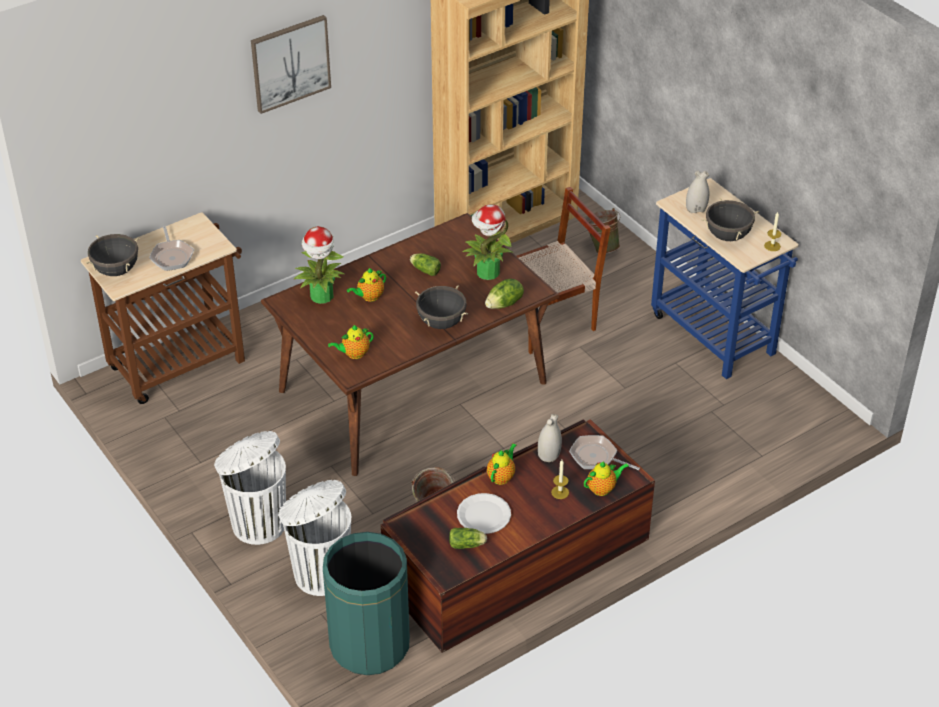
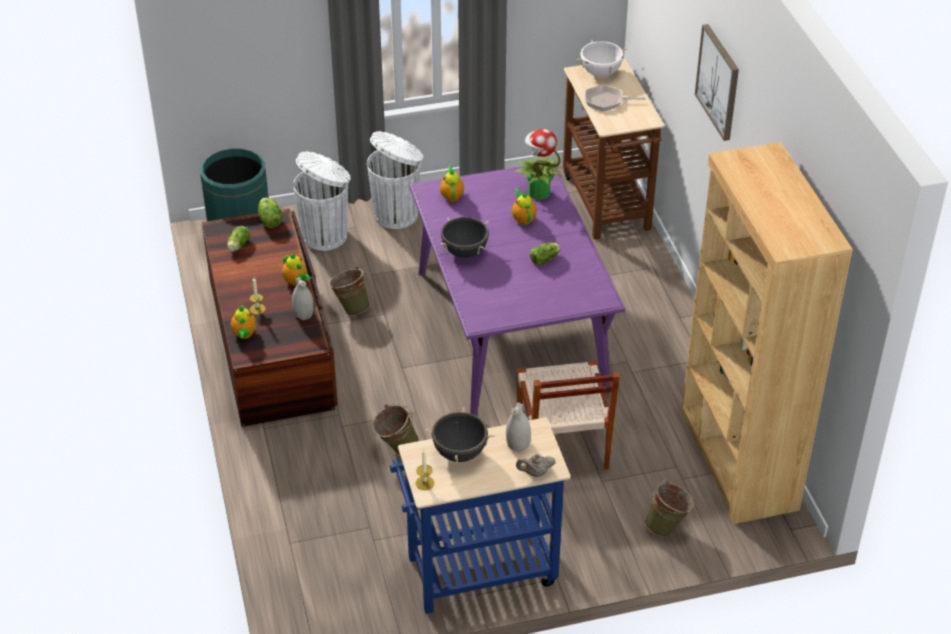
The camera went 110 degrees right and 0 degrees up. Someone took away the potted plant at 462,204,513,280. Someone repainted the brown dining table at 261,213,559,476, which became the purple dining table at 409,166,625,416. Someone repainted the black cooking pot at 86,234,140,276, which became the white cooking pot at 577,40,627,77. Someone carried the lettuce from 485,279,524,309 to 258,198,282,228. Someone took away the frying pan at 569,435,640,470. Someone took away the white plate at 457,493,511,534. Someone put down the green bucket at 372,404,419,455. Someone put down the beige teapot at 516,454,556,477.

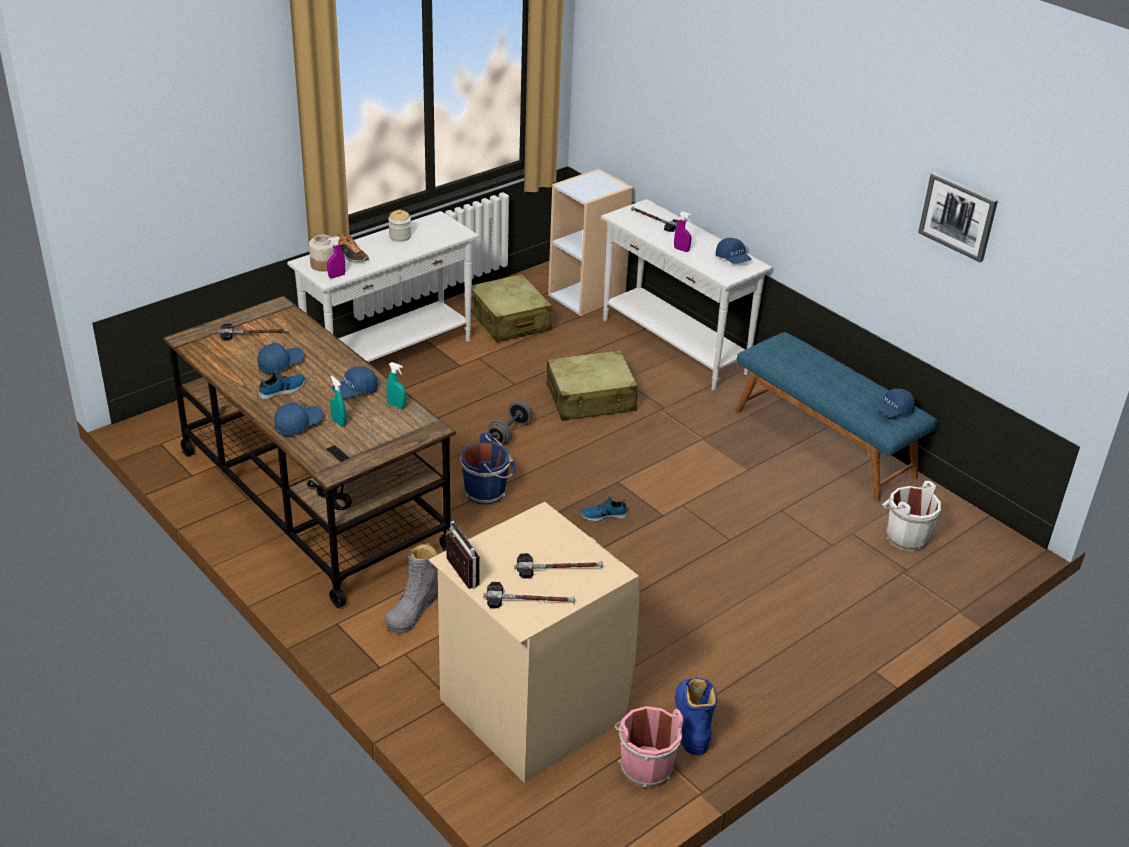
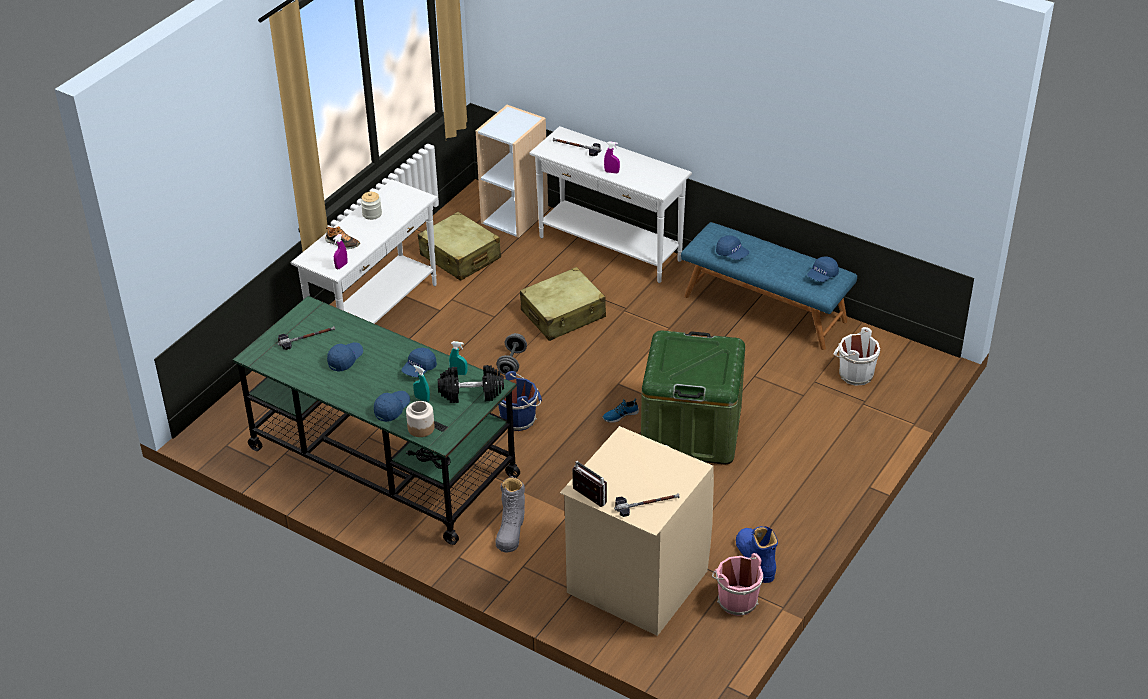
The camera went 15 degrees left and 5 degrees up. Someone took away the picture at 918,172,998,262. Someone carried the jar from 309,235,334,271 to 406,401,435,437. Someone carried the blue cap from 715,238,751,264 to 716,235,749,260. Someone repainted the brown desk at 163,296,456,608, which became the green desk at 233,296,520,545. Someone took away the shoe at 258,369,305,400. Someone took away the hammer at 514,553,603,579. Someone put down the green storage box at 641,330,745,464. Someone put down the black dumbbell at 438,365,504,403.

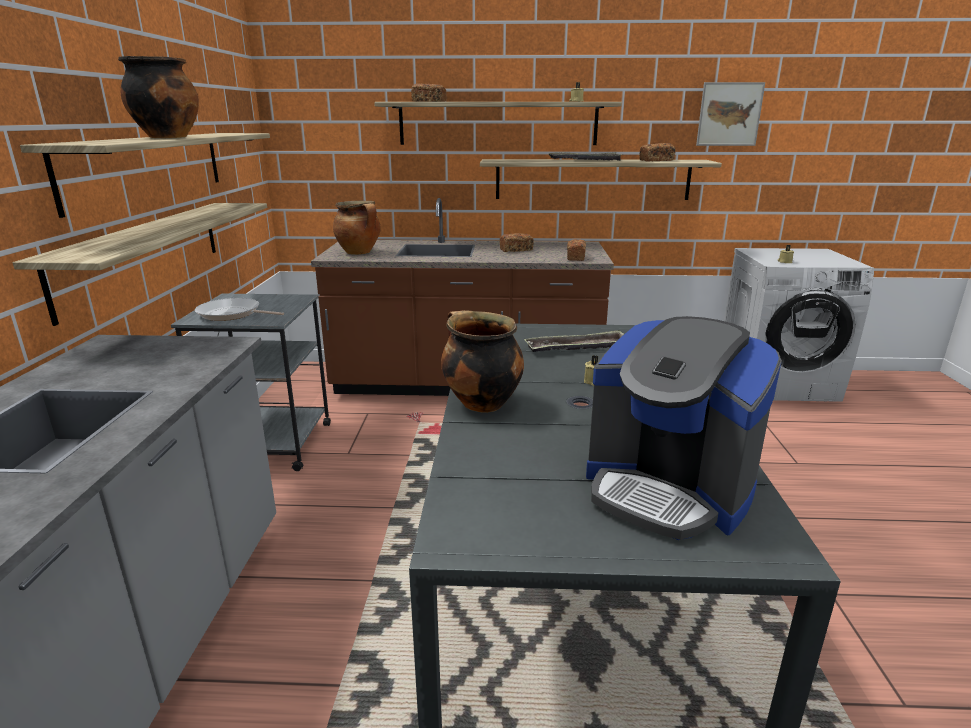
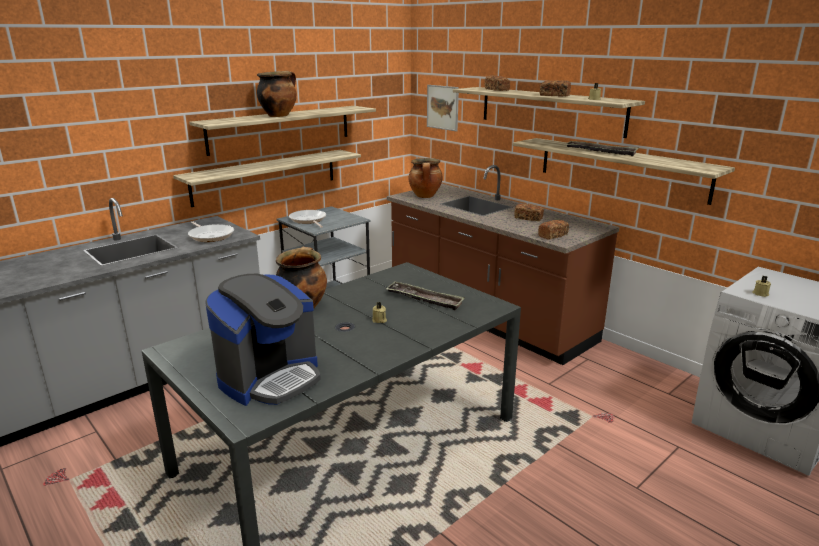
The camera went 45 degrees right and 0 degrees up. Someone carried the picture from 696,82,765,146 to 427,85,459,131. Someone carried the bread from 639,143,675,162 to 540,80,571,96. Someone rotated the coffee machine at 586,316,782,540 by 135 degrees counterclockwise. Someone put down the frying pan at 188,222,234,242.

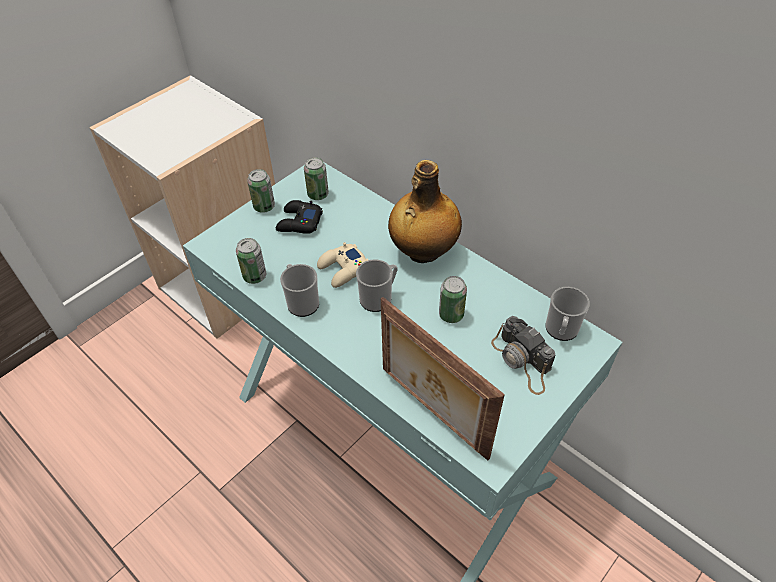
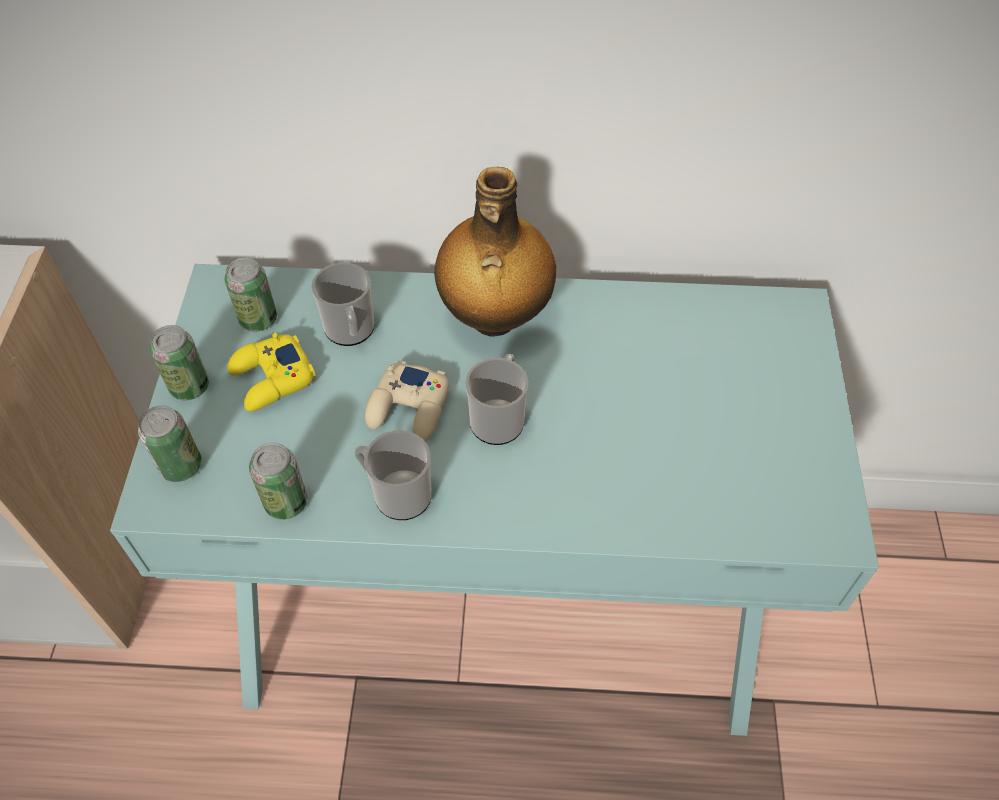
The camera went 40 degrees left and 5 degrees up. Someone repainted the black game controller at 276,200,323,234, which became the yellow game controller at 227,332,316,411. Someone carried the can from 439,276,467,323 to 138,405,202,482. Someone carried the mug from 545,287,590,341 to 312,262,375,346. Someone took away the picture frame at 381,297,505,460. Someone took away the photo camera at 491,316,555,395.

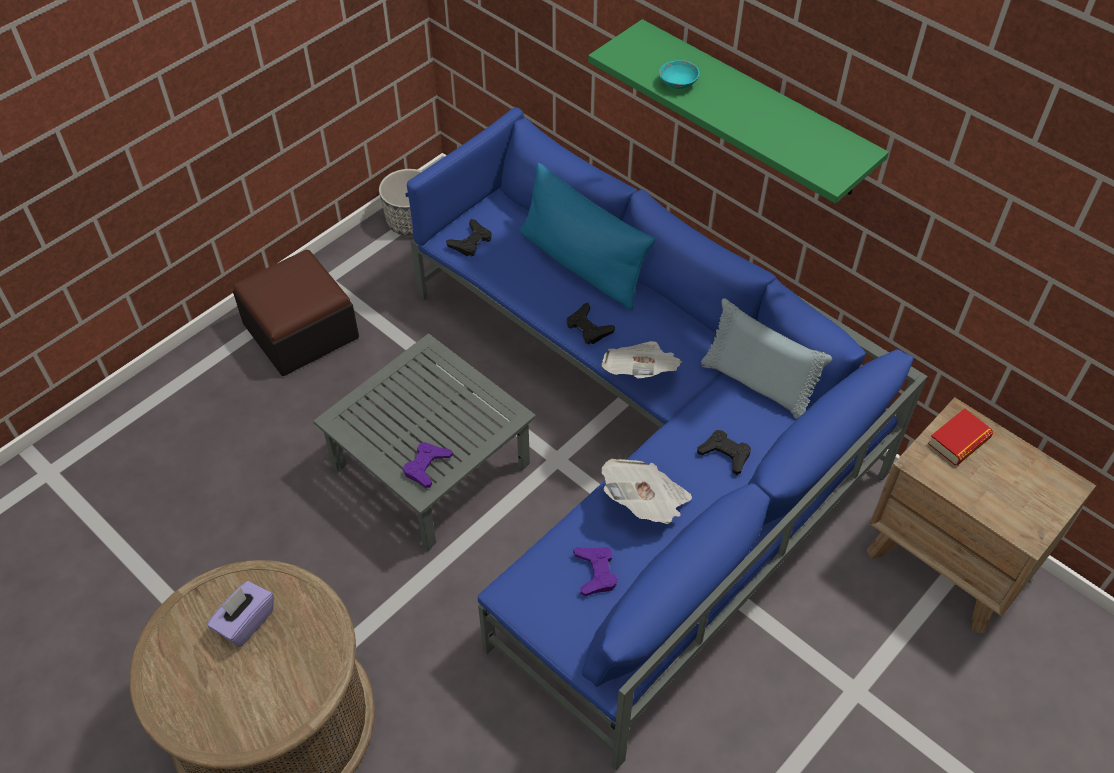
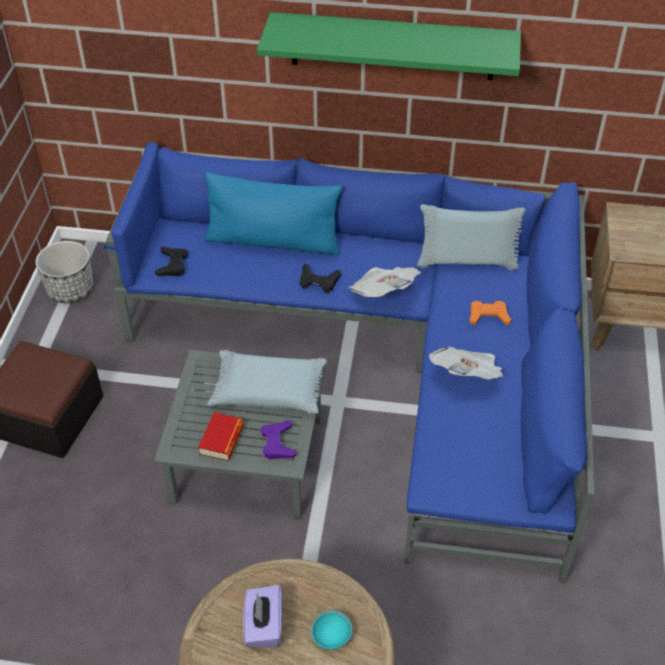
The camera went 35 degrees left and 5 degrees down. Someone carried the turquoise bowl from 659,60,699,89 to 311,611,352,650. Someone carried the book from 928,408,993,465 to 198,412,244,461. Someone repainted the black game controller at 697,430,751,475, which became the orange game controller at 469,301,511,325. Someone took away the purple game controller at 573,547,618,596. Someone put down the blue pillow at 207,350,327,414.

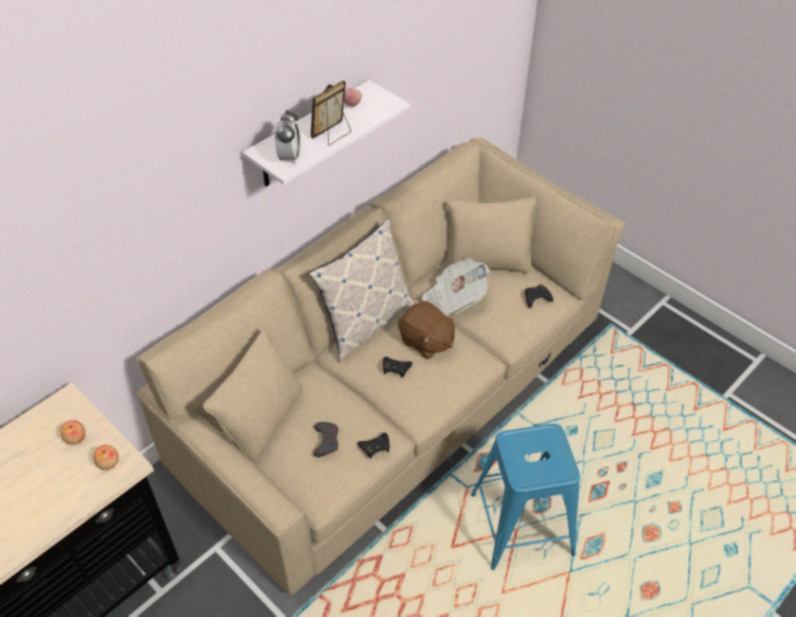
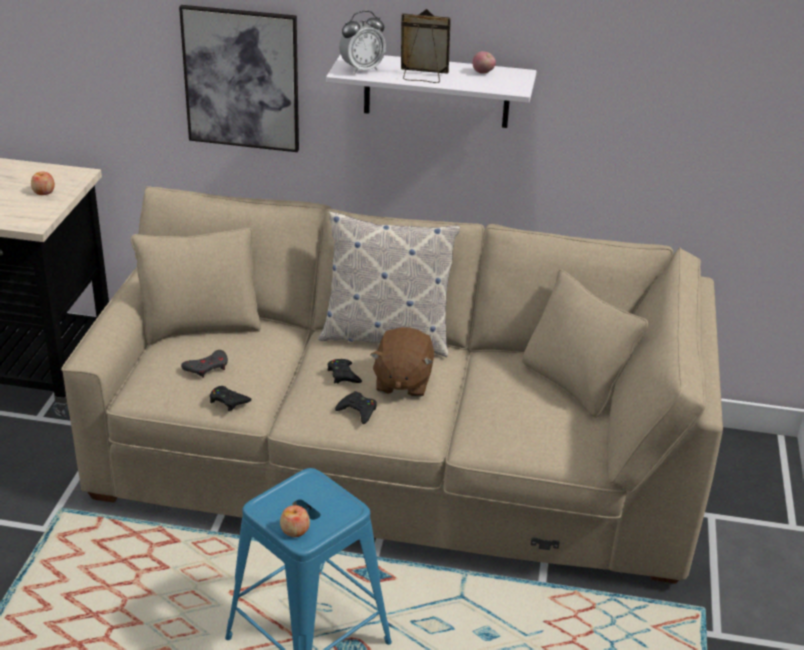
The camera went 55 degrees right and 15 degrees down. Someone took away the newspaper at 422,258,490,316. Someone carried the black game controller from 525,285,553,308 to 335,391,377,424. Someone carried the apple from 93,445,119,470 to 280,505,310,537. Someone put up the picture at 179,5,299,152.

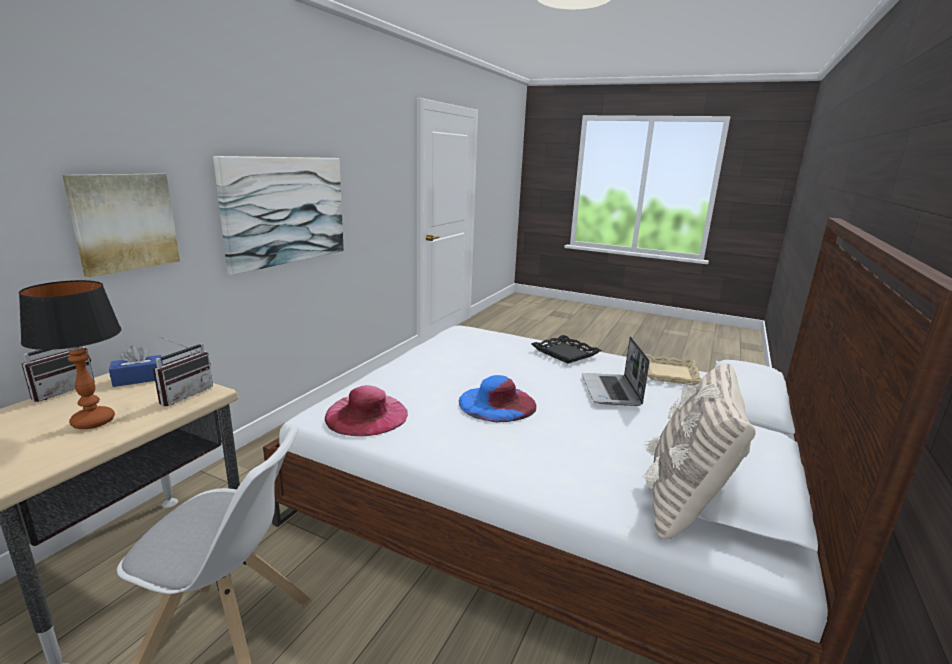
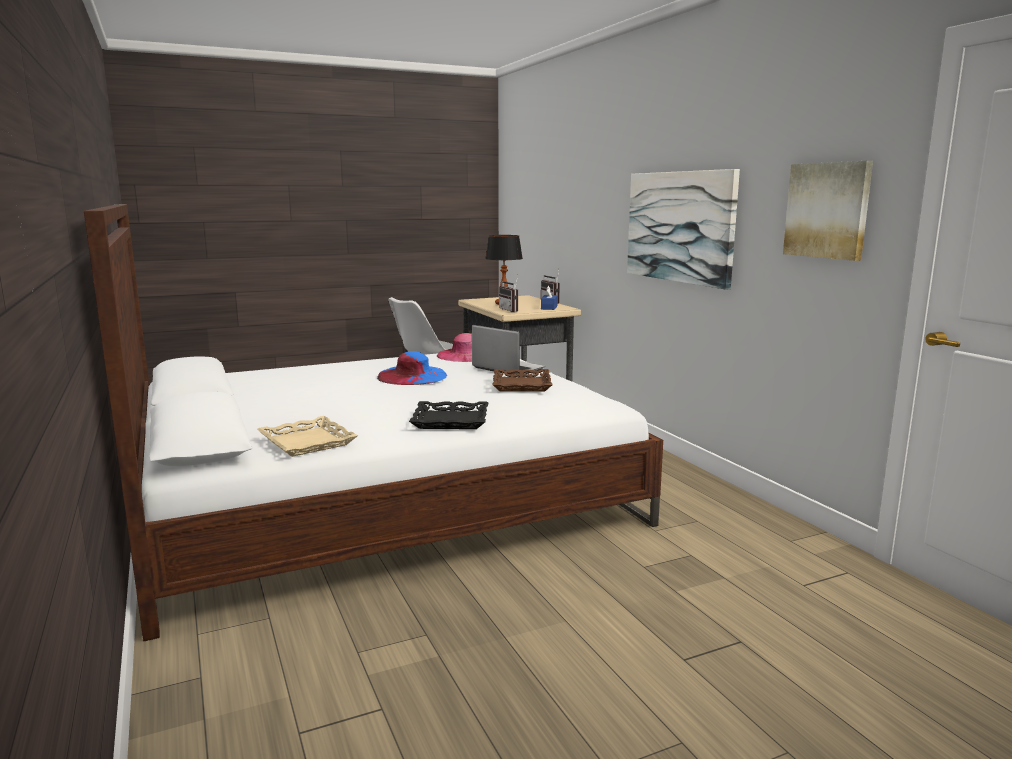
The camera went 130 degrees right and 5 degrees down. Someone carried the picture from 62,173,180,277 to 783,161,873,261. Someone carried the laptop from 582,336,650,406 to 472,325,545,375. Someone took away the beige pillow at 642,364,756,540. Someone put down the brown tray at 492,369,552,391.

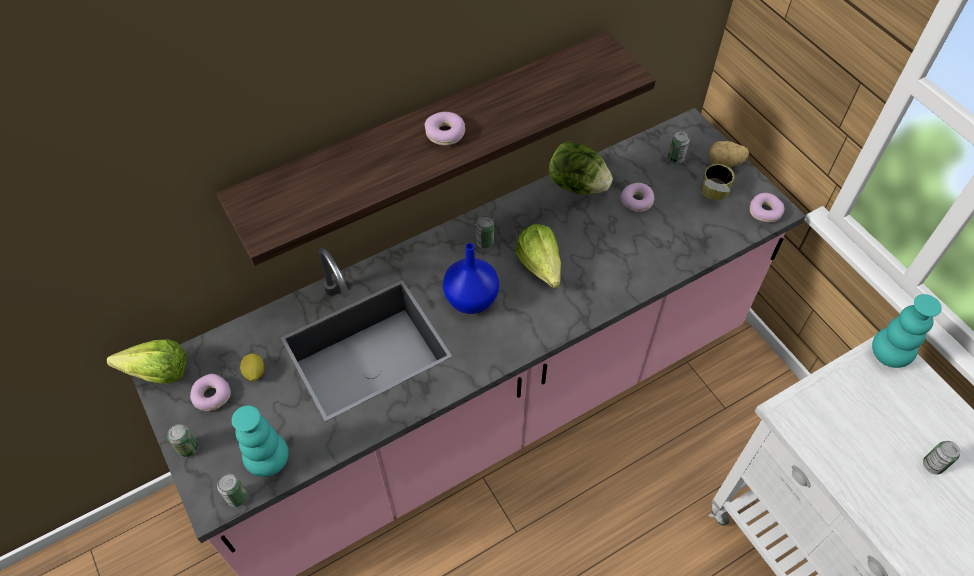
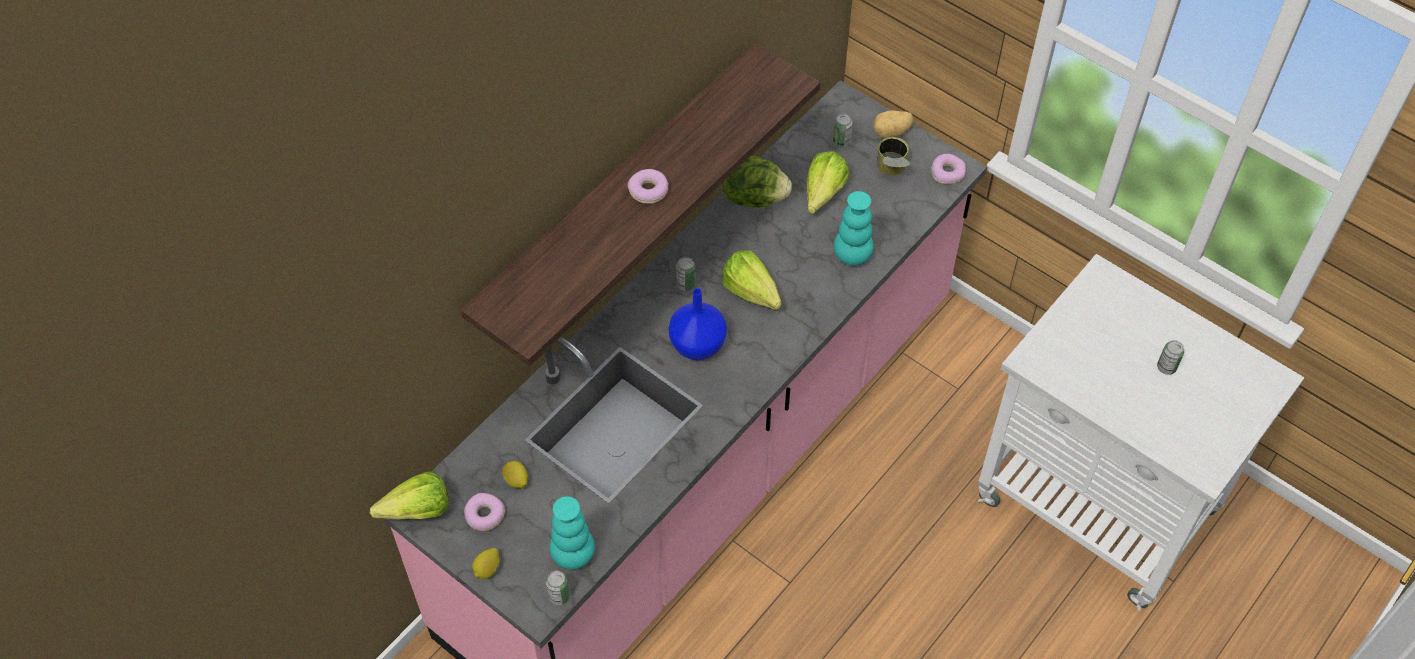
The camera went 20 degrees left and 0 degrees up. Someone swapped the donut at 620,183,654,212 for the lettuce at 806,151,850,214. Someone carried the turquoise vase from 872,294,942,368 to 834,191,874,266. Someone swapped the can at 167,424,198,457 for the lemon at 472,548,500,579.

